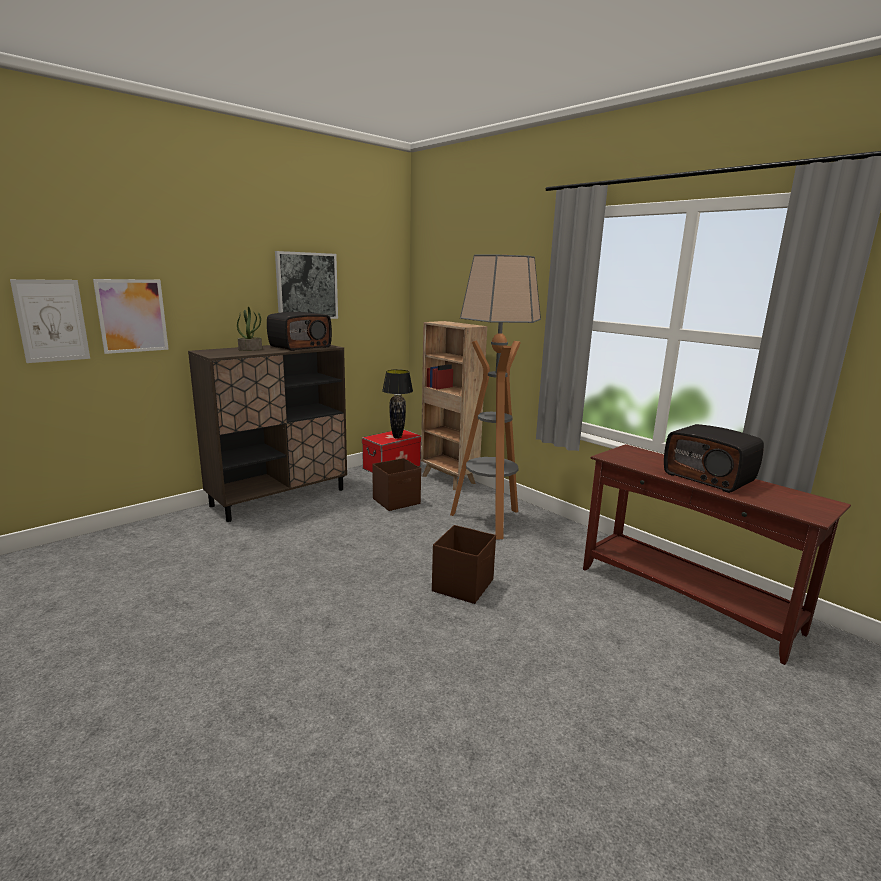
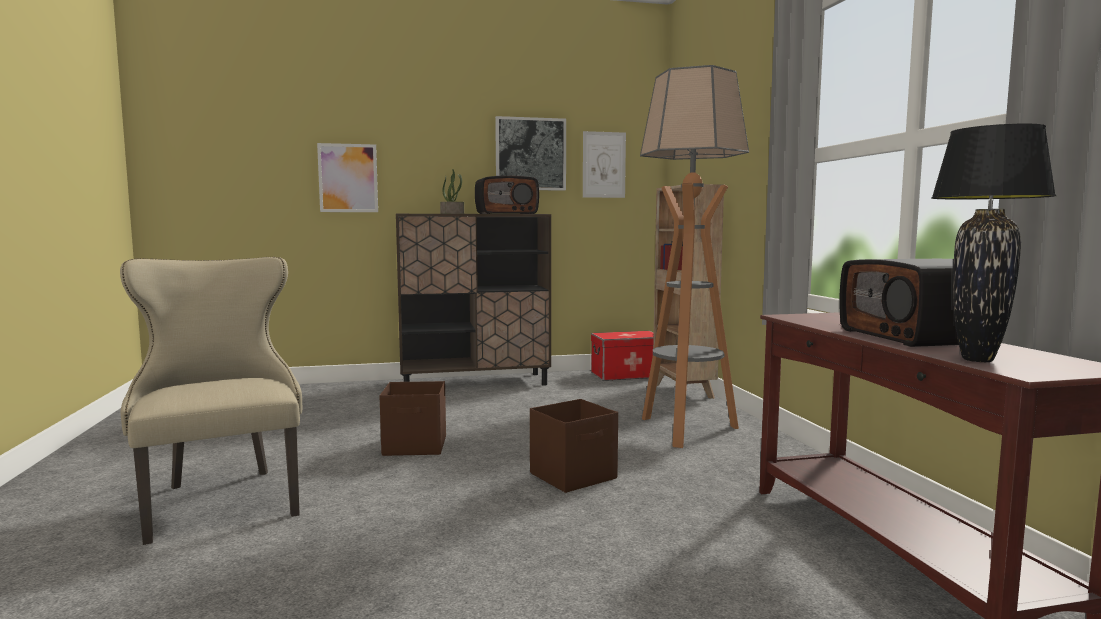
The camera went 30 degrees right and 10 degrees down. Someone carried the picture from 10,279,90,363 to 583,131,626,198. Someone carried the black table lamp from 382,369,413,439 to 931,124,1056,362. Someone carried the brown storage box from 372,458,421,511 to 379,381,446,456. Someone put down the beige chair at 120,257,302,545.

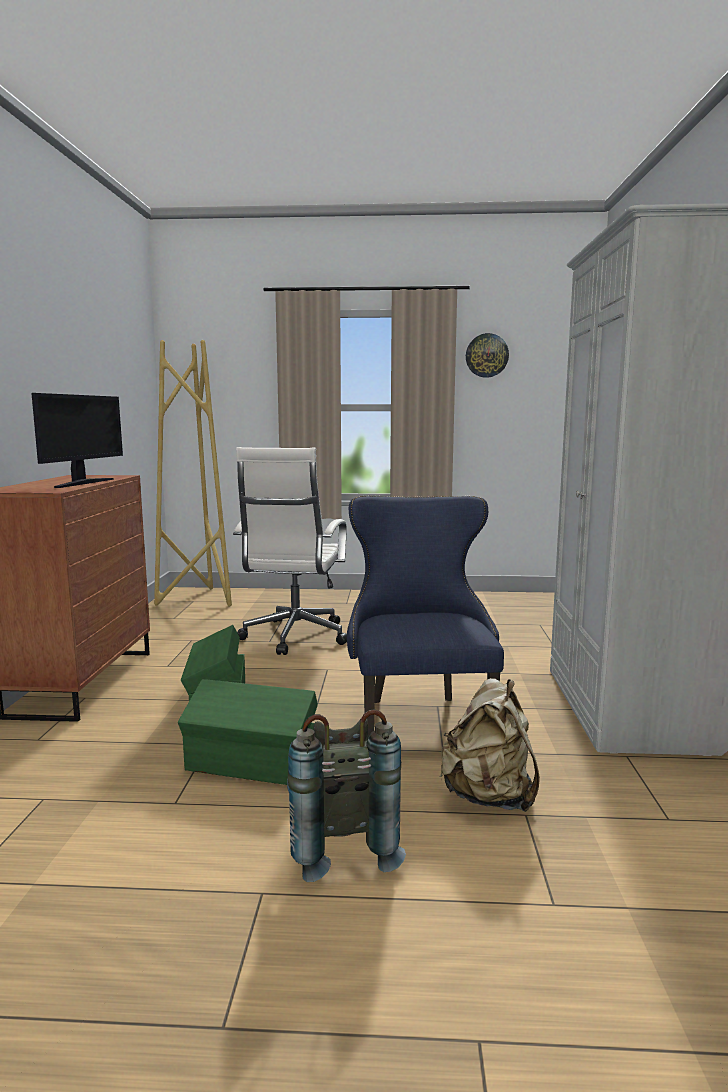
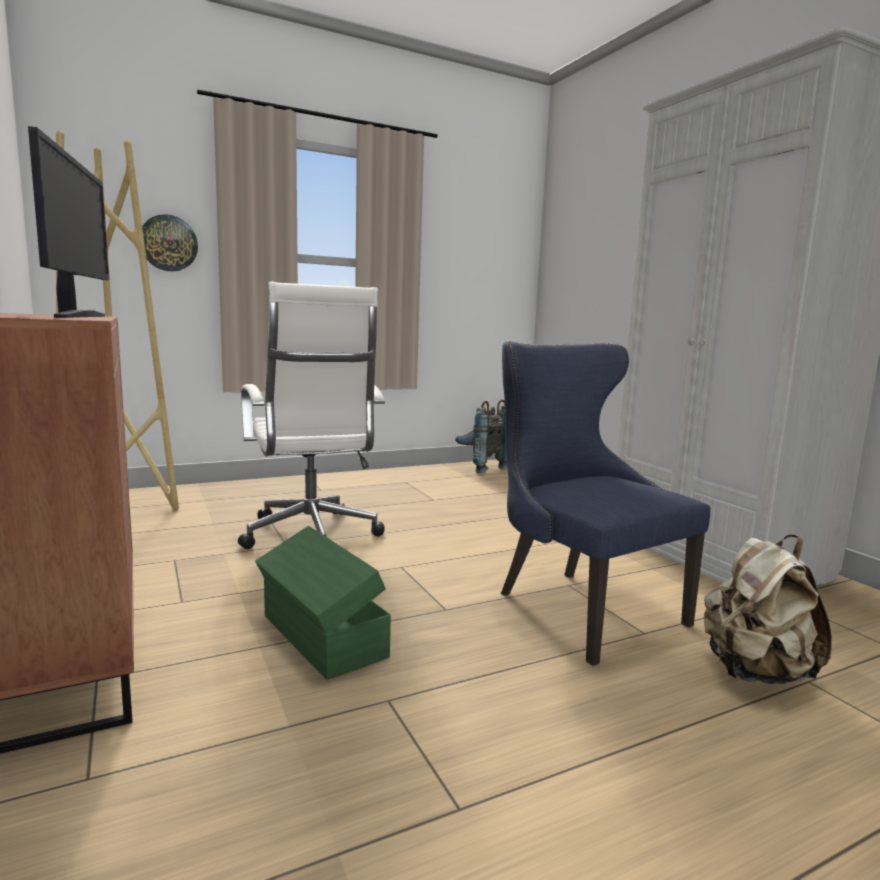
The camera went 30 degrees left and 0 degrees up. Someone carried the wall clock from 466,333,509,378 to 142,214,198,271. Someone took away the green storage box at 178,679,318,785. Someone carried the grey backpack from 287,709,406,882 to 455,399,507,473.

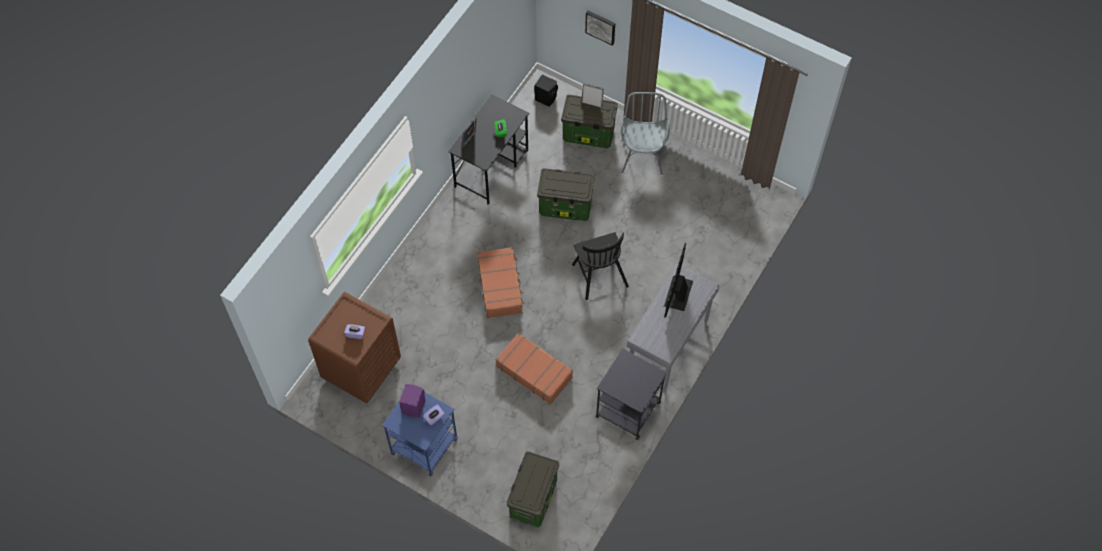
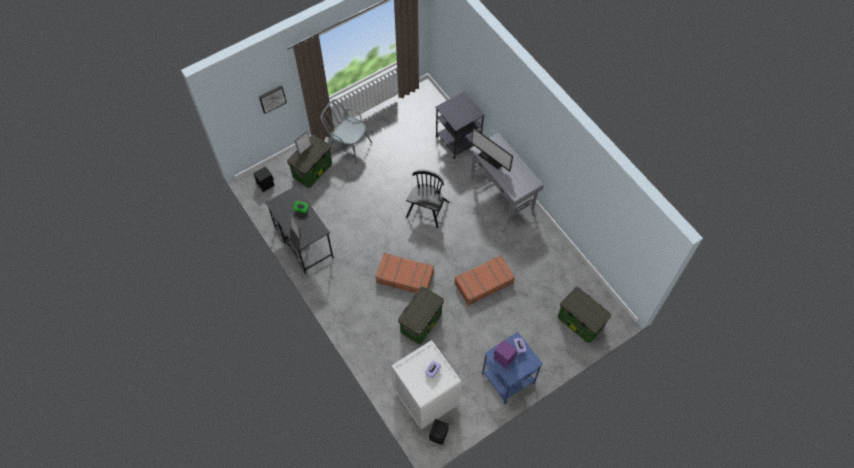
The camera went 65 degrees left and 0 degrees up. Someone carried the storage box from 537,168,595,221 to 398,286,444,344. Someone rotated the black chair at 572,232,629,300 by 75 degrees counterclockwise. Someone repainted the brown dresser at 308,292,401,404, which became the grey dresser at 391,340,462,429. Someone carried the black cart from 596,348,667,440 to 435,91,485,159. Someone put down the black speaker at 429,419,449,445.

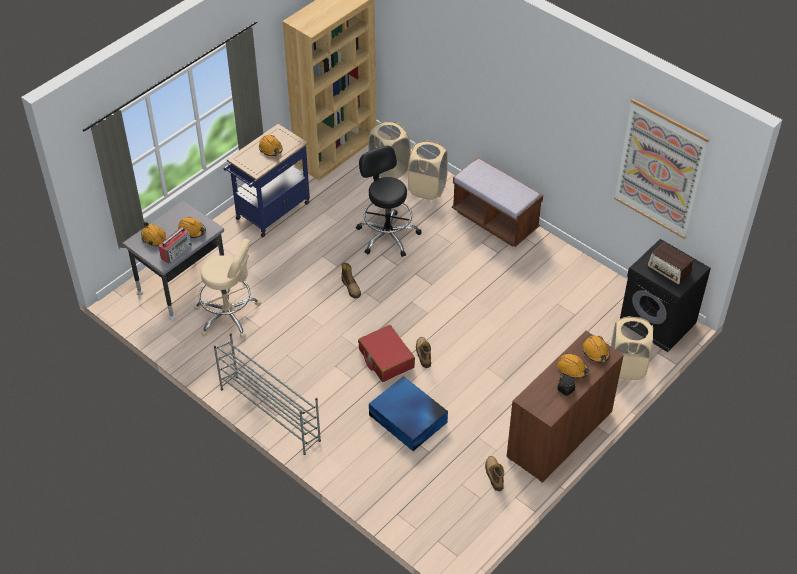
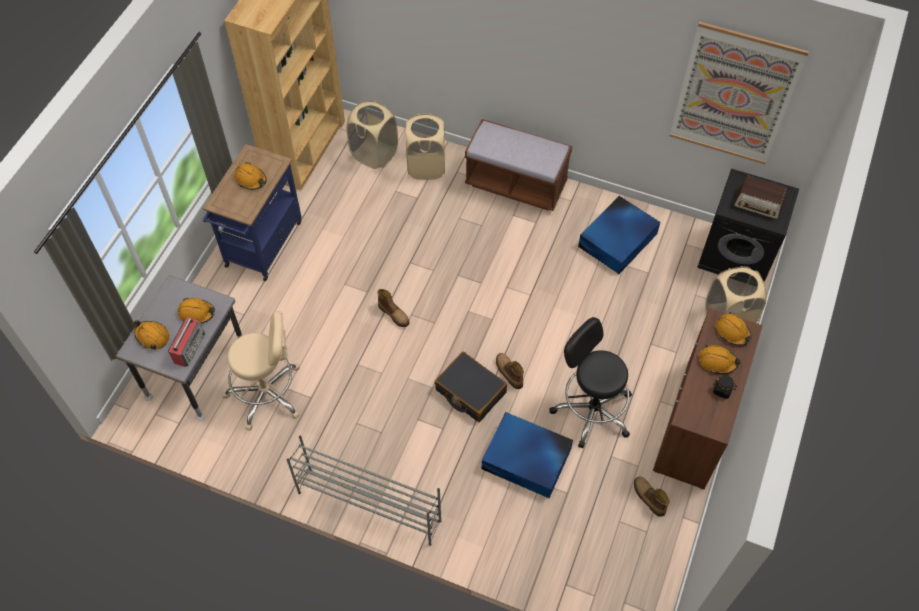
The camera went 20 degrees left and 10 degrees up. Someone carried the black stool from 356,146,422,257 to 550,317,632,448. Someone repainted the red suitcase at 358,325,415,382, which became the black suitcase at 435,351,507,422. Someone put down the blue storage box at 578,196,660,274.

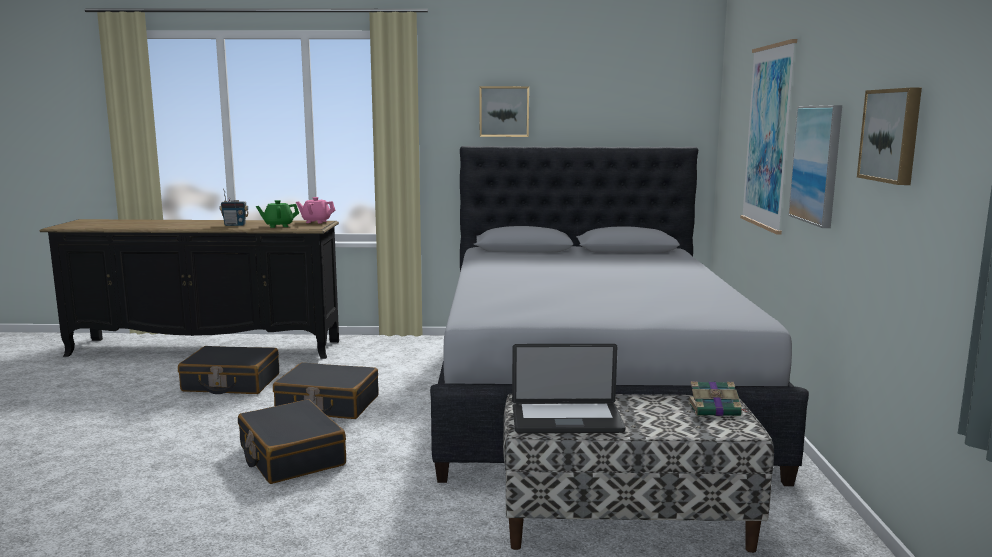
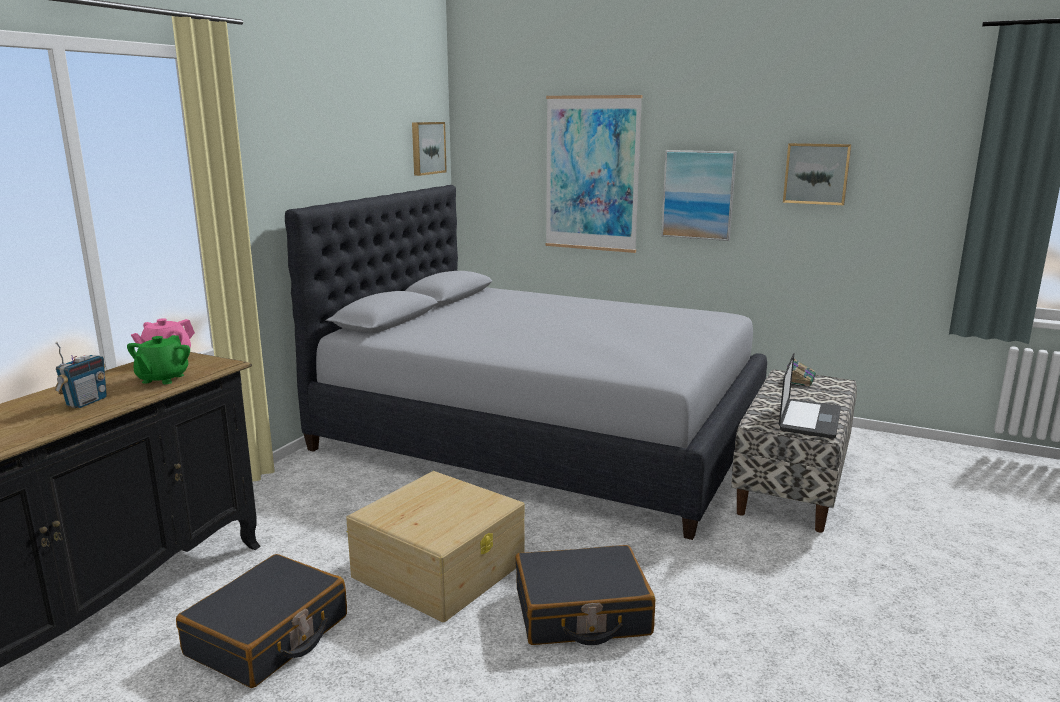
The camera went 65 degrees left and 5 degrees up. Someone carried the picture from 480,86,529,137 to 412,122,447,176. Someone swapped the black suitcase at 273,362,379,419 for the beige storage box at 346,471,525,622.

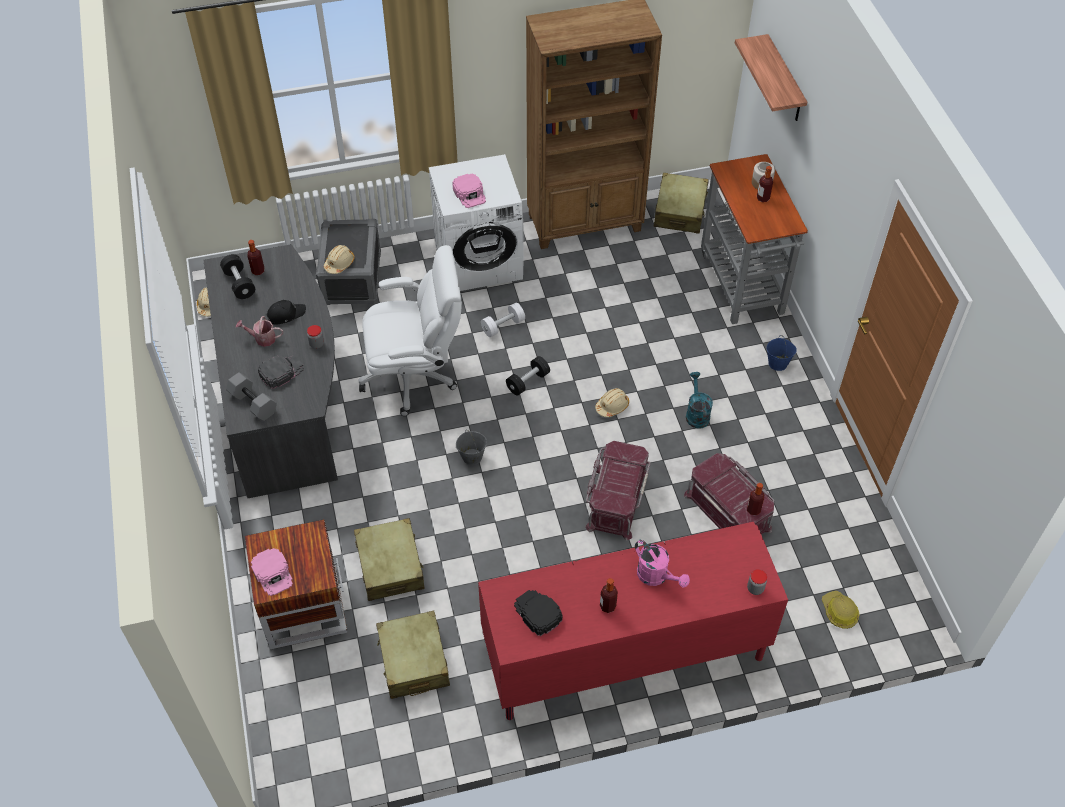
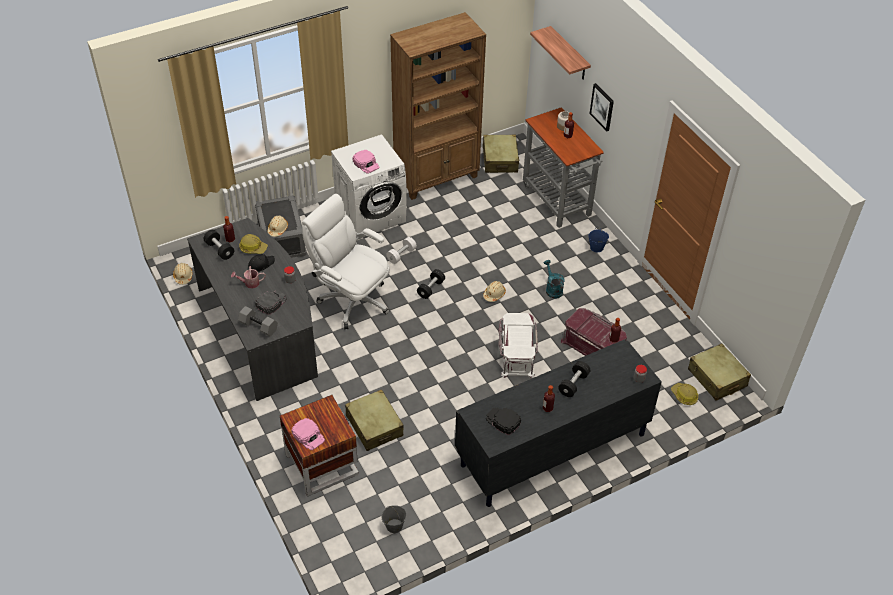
The camera went 15 degrees left and 5 degrees down. Someone rotated the white office chair at 358,245,462,416 by 120 degrees counterclockwise. Someone carried the grey bucket from 456,430,487,465 to 382,505,407,533. Someone repainted the red storage box at 585,441,650,541, which became the white storage box at 498,313,538,378. Someone repainted the red cabinet at 478,522,788,720, which became the black cabinet at 455,340,662,507. Someone swapped the pink watering can at 635,540,690,588 for the black dumbbell at 558,361,591,397. Someone carried the beige suitcase from 376,611,450,699 to 688,343,751,400. Someone put up the picture at 590,83,614,131. Someone put down the hard hat at 239,234,268,254.

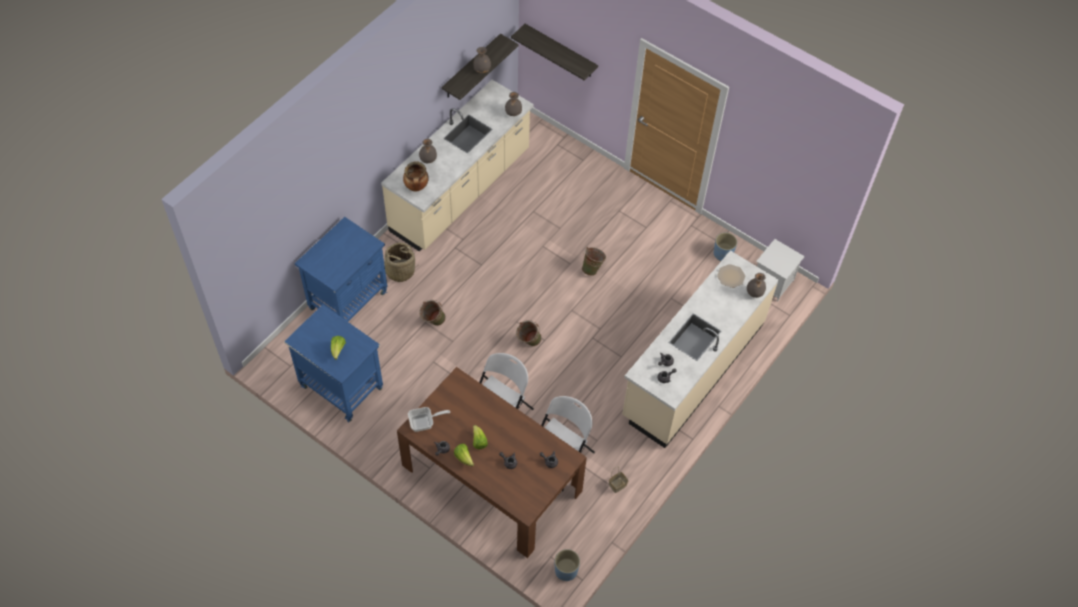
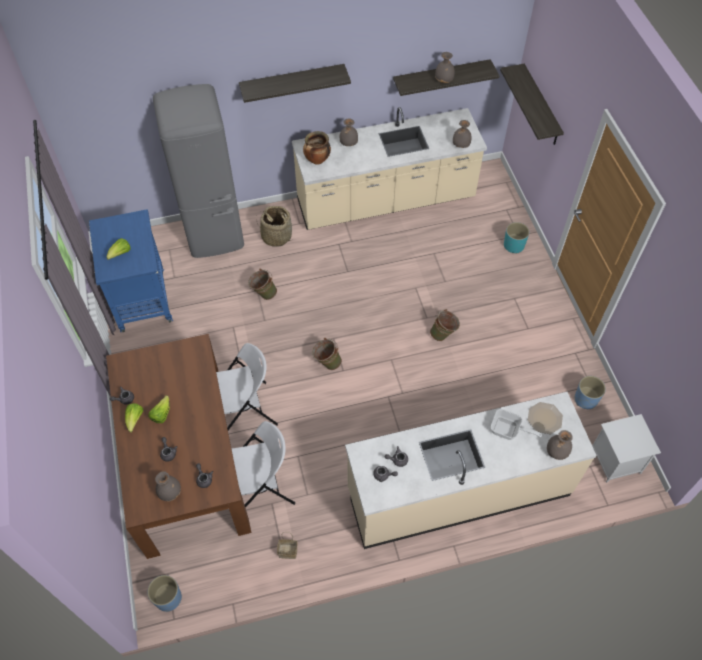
The camera went 40 degrees right and 0 degrees up. Someone swapped the blue cart at 295,217,387,322 for the grey fridge at 153,84,244,258. Someone carried the frying pan from 408,407,450,432 to 491,409,542,440. Someone put up the shelf at 239,64,351,103. Someone put down the turquoise planter at 504,222,529,254. Someone put down the grey vase at 155,471,181,501.

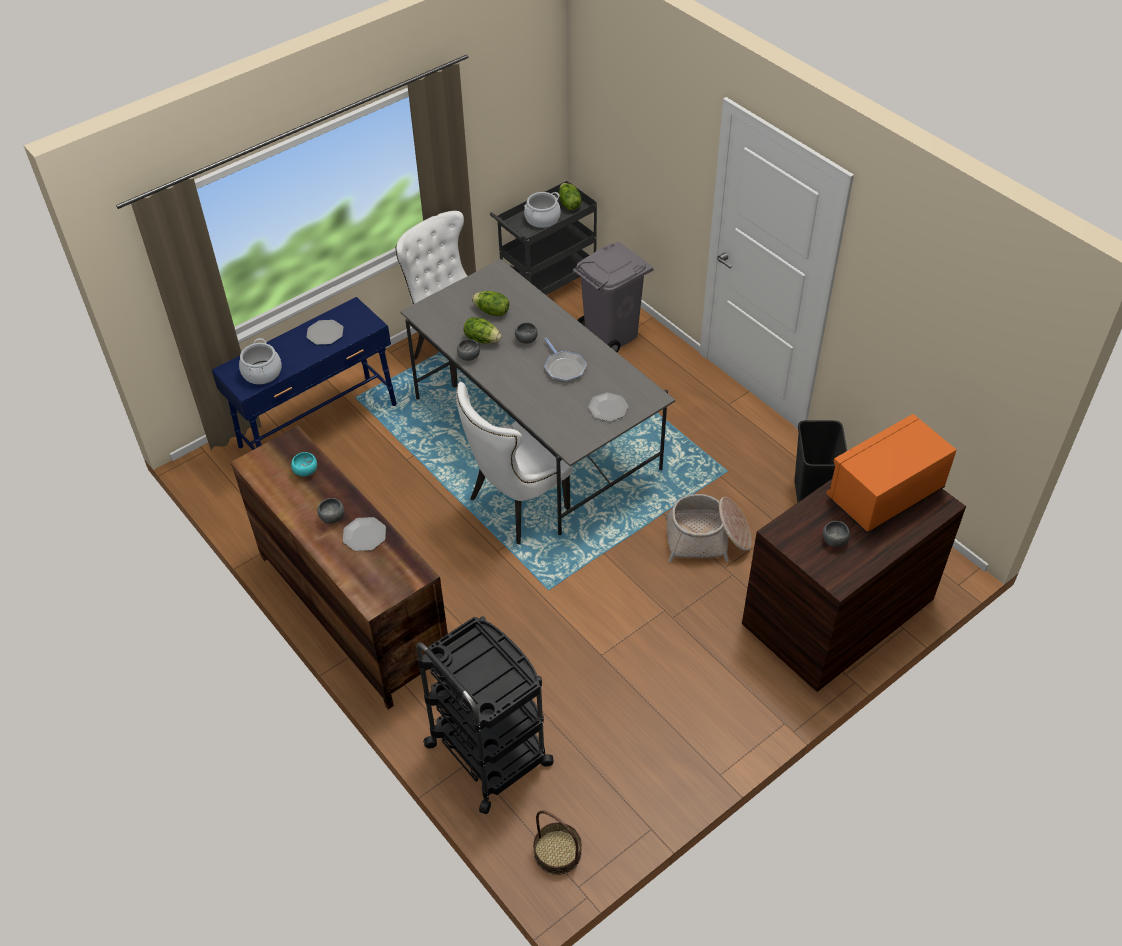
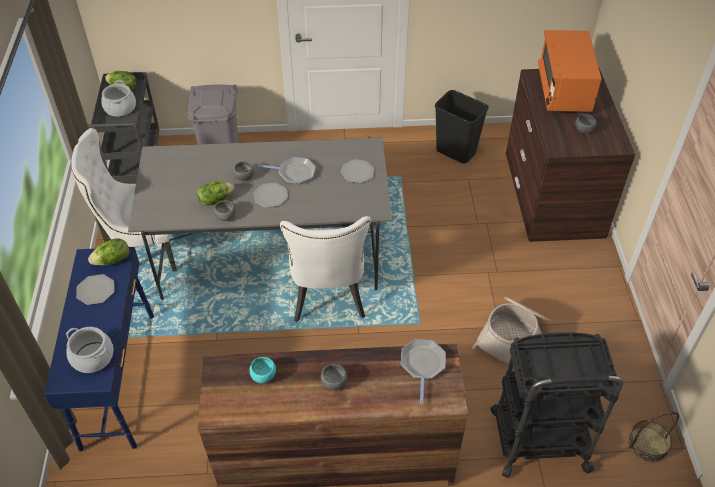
The camera went 55 degrees left and 0 degrees up. Someone carried the lettuce from 472,291,509,316 to 88,239,129,265. Someone carried the basket from 665,494,751,562 to 472,297,550,365. Someone carried the plate from 343,517,386,551 to 253,182,288,208. Someone put down the frying pan at 401,339,446,404.

